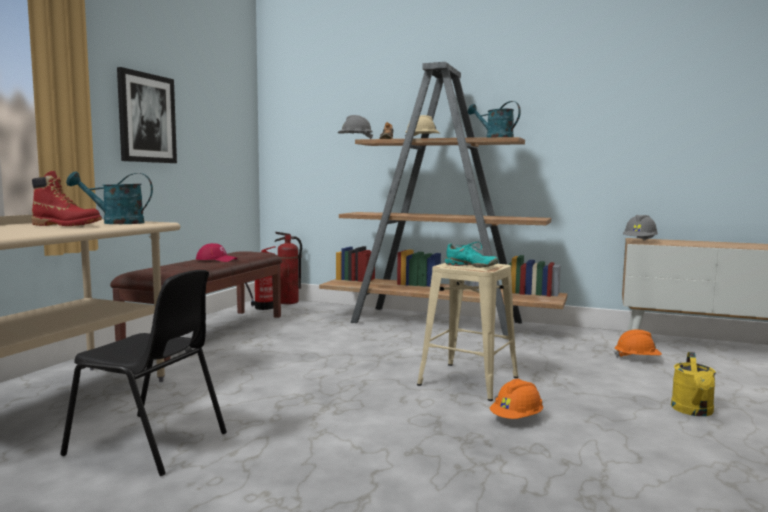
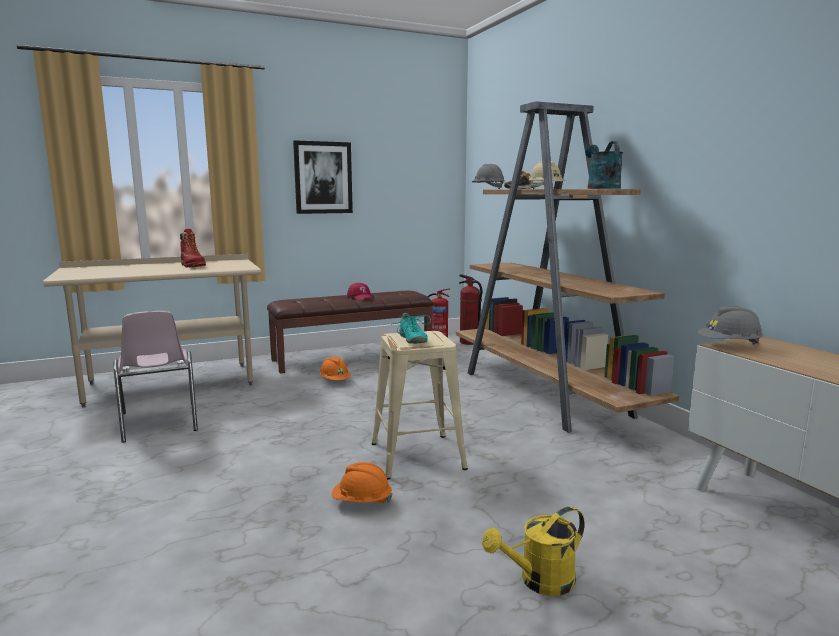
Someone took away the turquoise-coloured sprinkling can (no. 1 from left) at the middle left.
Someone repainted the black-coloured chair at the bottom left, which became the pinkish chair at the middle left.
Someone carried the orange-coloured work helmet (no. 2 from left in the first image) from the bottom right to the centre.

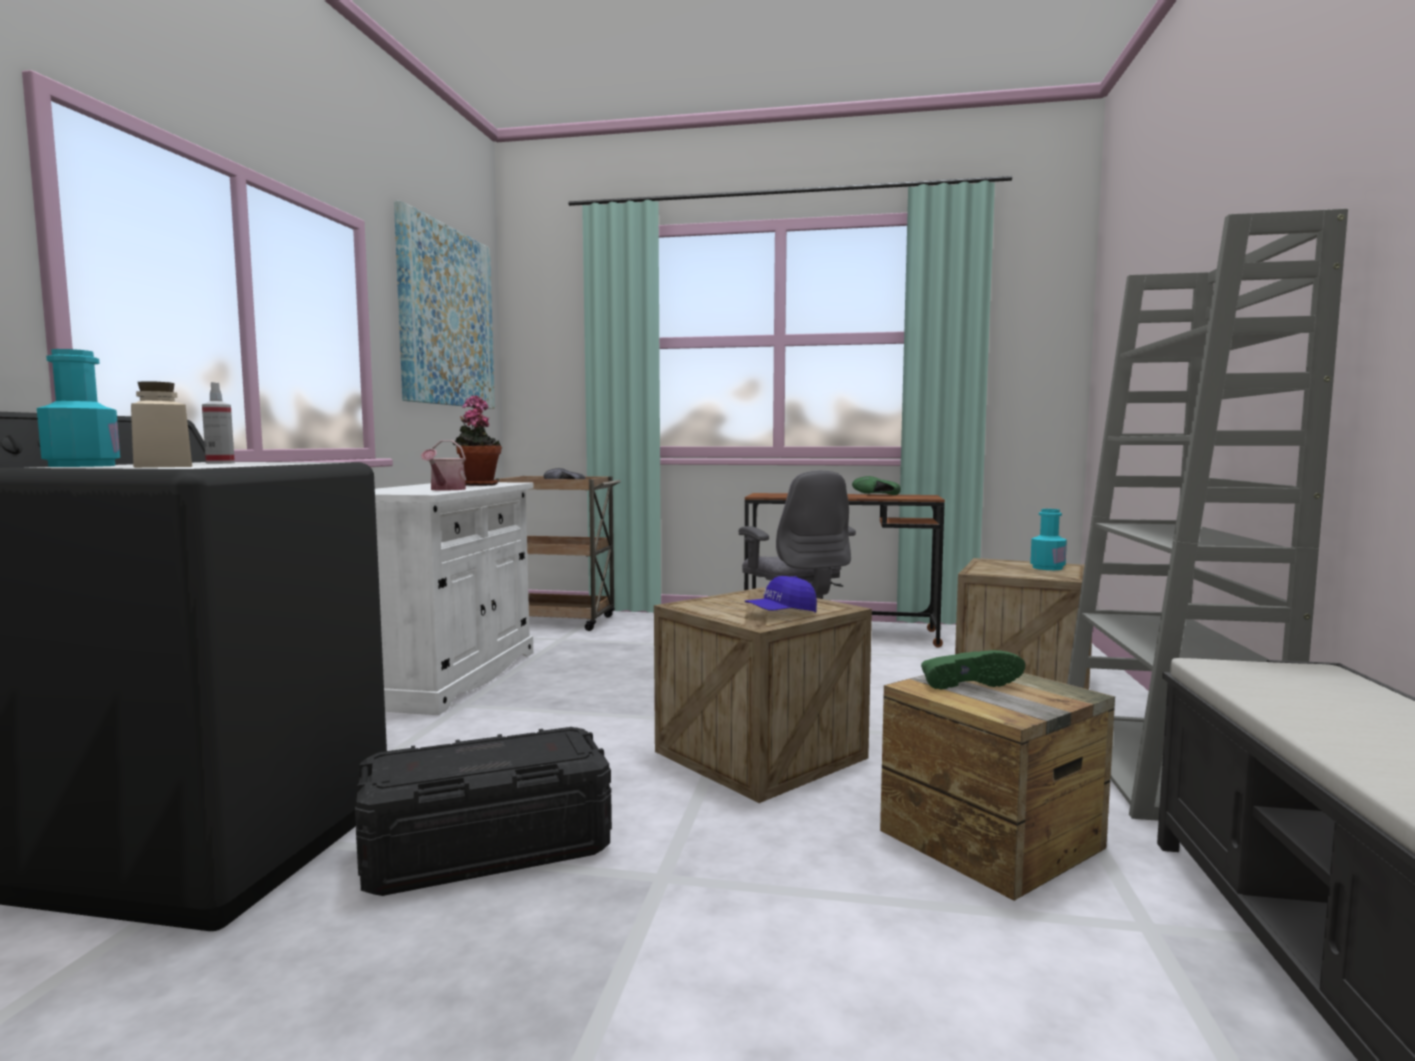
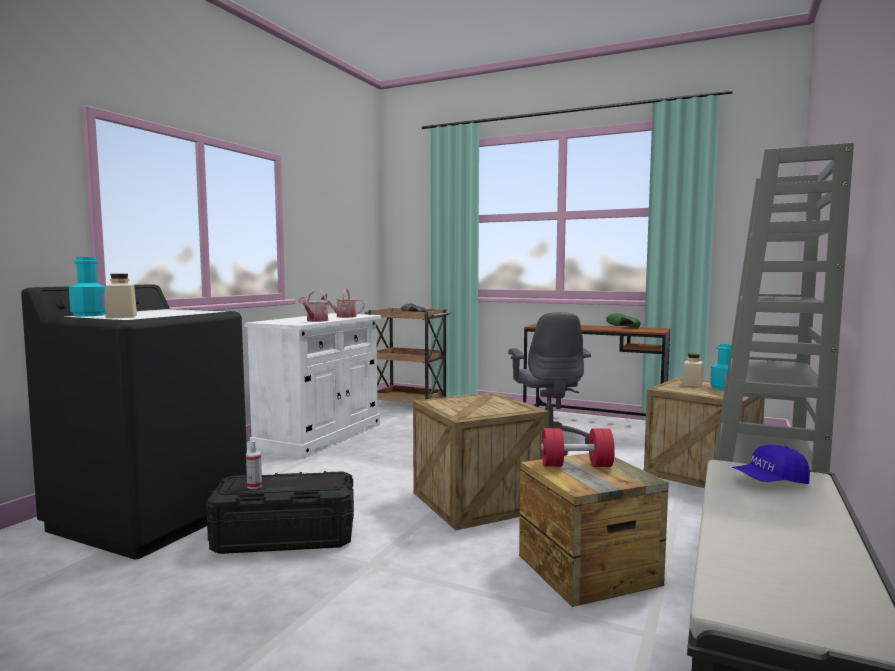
Someone took away the wall picture at the top left.
Someone carried the spray bottle from the middle left to the bottom left.
Someone swapped the houseplant at the centre for the sprinkling can (no. 2 from left) at the centre.
Someone carried the blue peaked cap from the centre to the bottom right.
Someone swapped the greenish shoe (no. 2 from left) at the middle right for the red free weight at the centre.
Someone put down the beige jar (no. 2 from left) at the middle right.

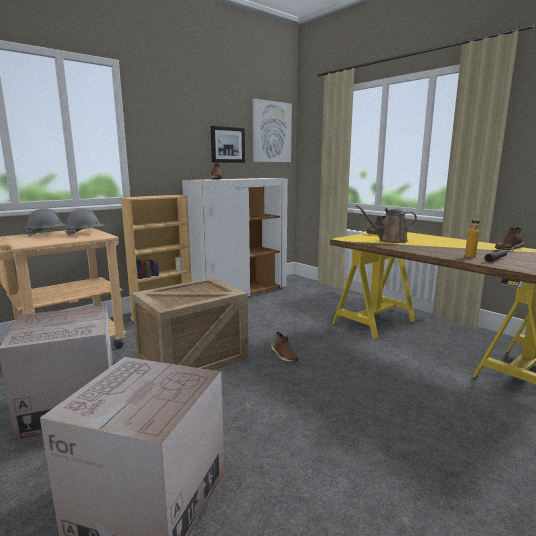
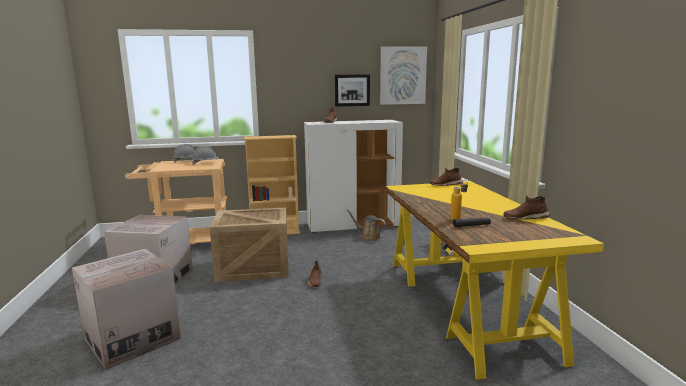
Someone carried the brownish sprinkling can from the middle right to the centre.

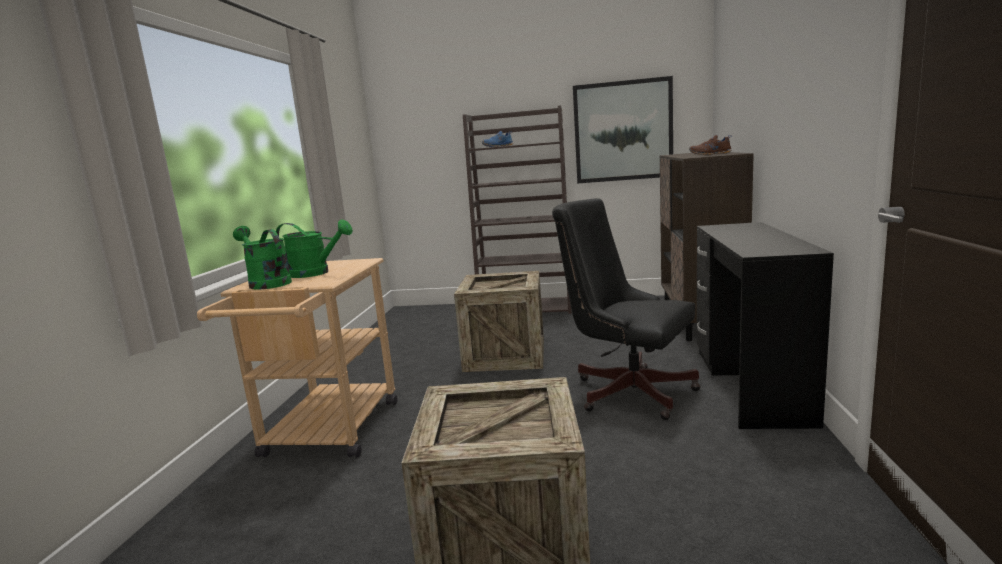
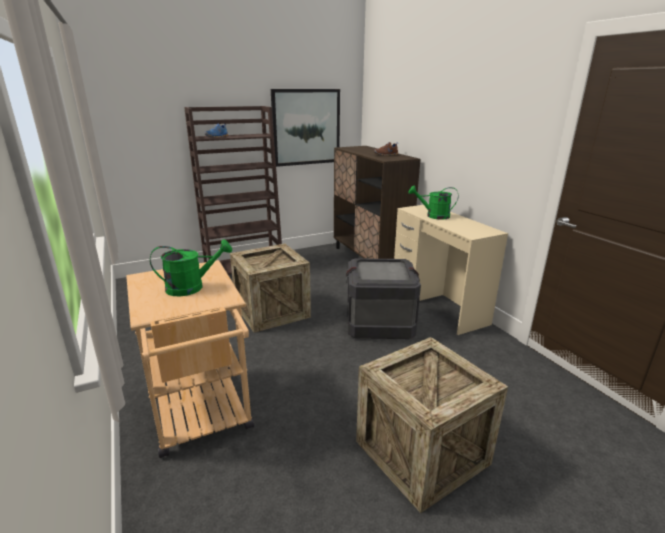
Someone swapped the black-coloured desk chair at the centre for the crate (no. 2 from left) at the centre.
Someone repainted the black-coloured desk at the middle right, which became the beige desk at the middle right.
Someone carried the greenish sprinkling can (no. 1 from left in the first image) from the middle left to the centre.

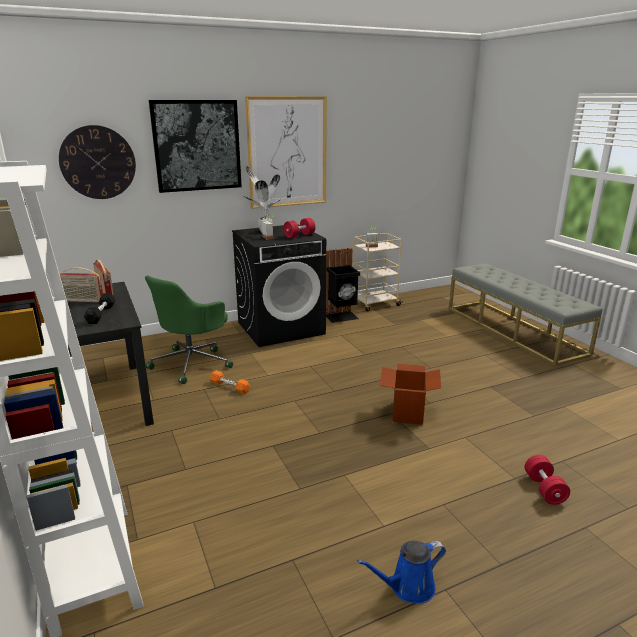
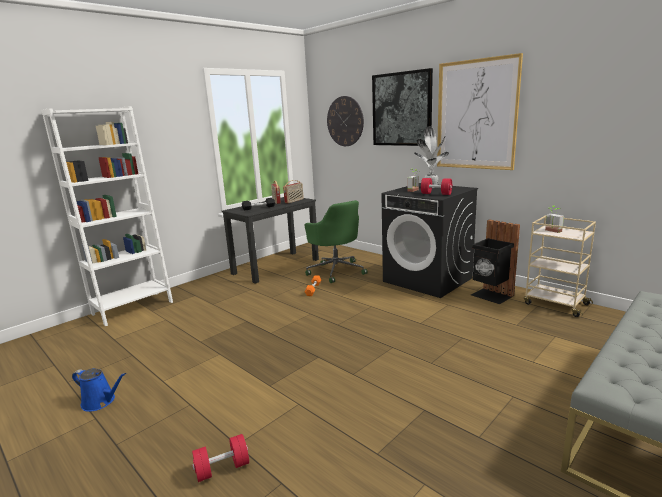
Someone rotated the greenish desk chair at the middle left by 135 degrees counterclockwise.
Someone took away the packing box at the centre.
Someone rotated the blue sprinkling can at the bottom centre by 150 degrees clockwise.

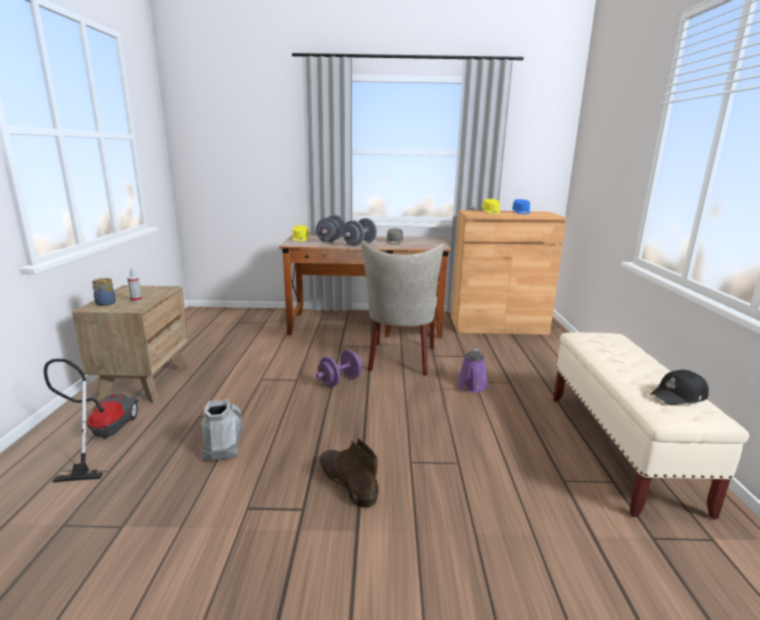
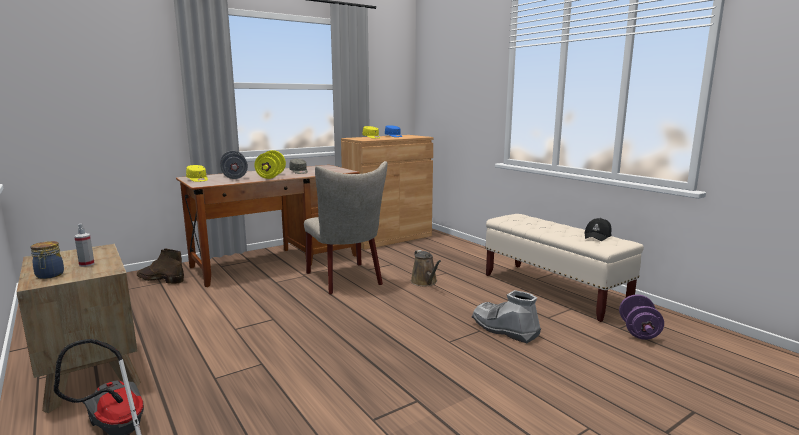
Someone repainted the grey free weight (no. 2 from left) at the centre, which became the yellowish free weight at the centre.
Someone repainted the purple-coloured sprinkling can at the centre, which became the brownish sprinkling can at the centre.
Someone carried the purple-coloured free weight from the centre to the bottom right.
Someone carried the grey boot from the bottom left to the bottom centre.
Someone carried the brownish boot from the bottom centre to the middle left.

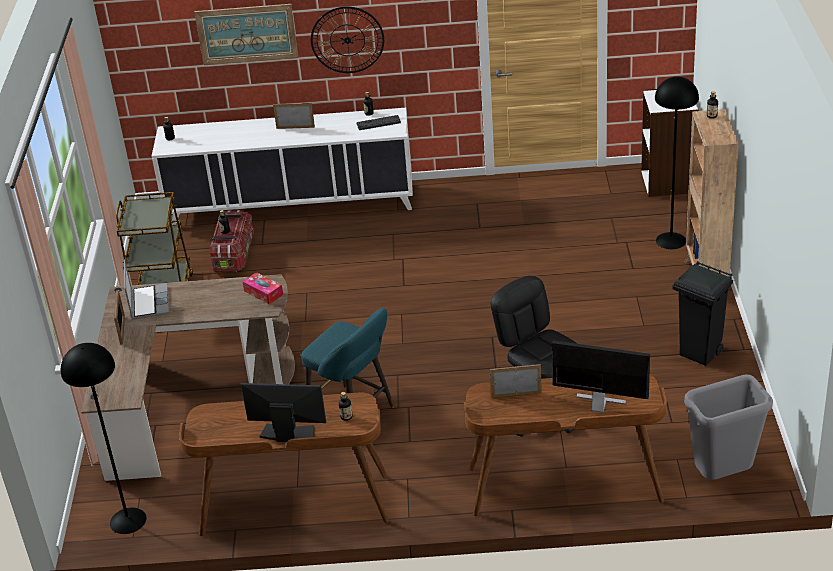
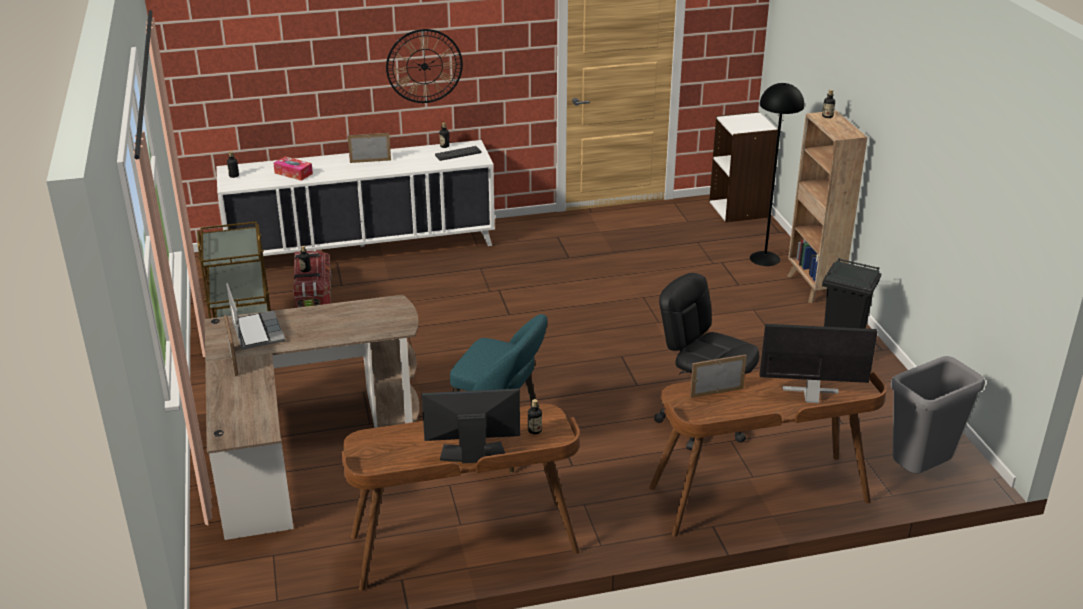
Someone took away the wall picture at the top left.
Someone carried the box of tissues from the middle left to the top left.
Someone took away the black-coloured standard lamp (no. 1 from left) at the bottom left.

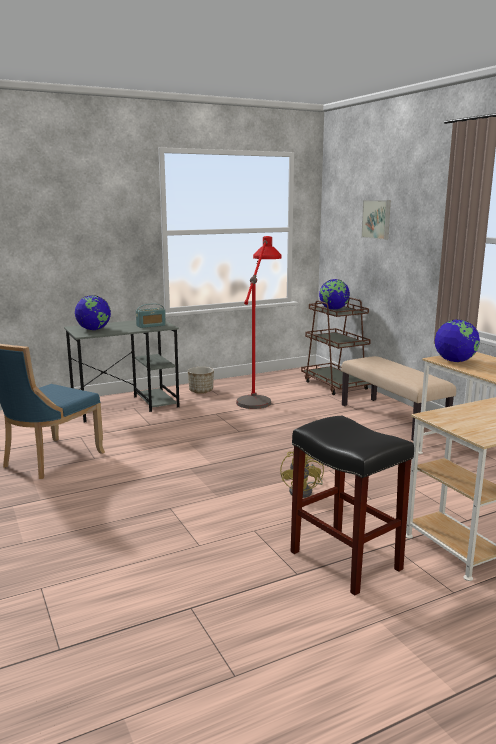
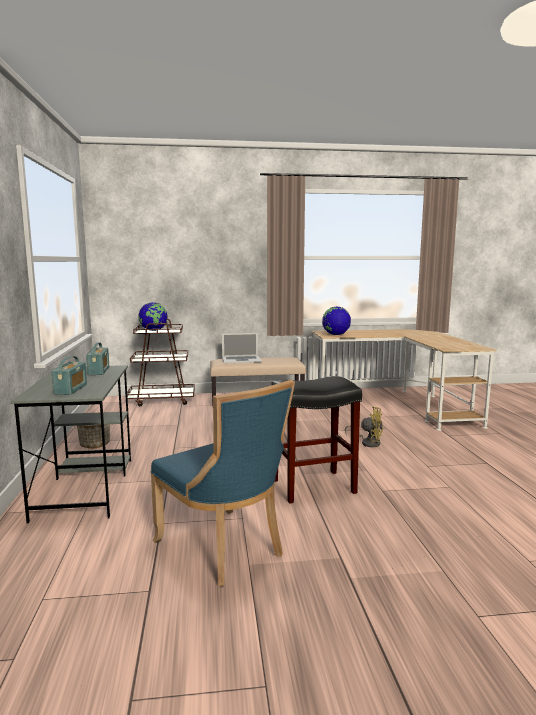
Someone took away the wall picture at the top right.
Someone took away the red standard lamp at the centre.
Someone swapped the desk globe (no. 1 from left) at the middle left for the radio receiver (no. 1 from left) at the middle left.
Someone carried the black-coloured sitting stool from the bottom right to the centre.
Someone put down the portable computer at the centre.

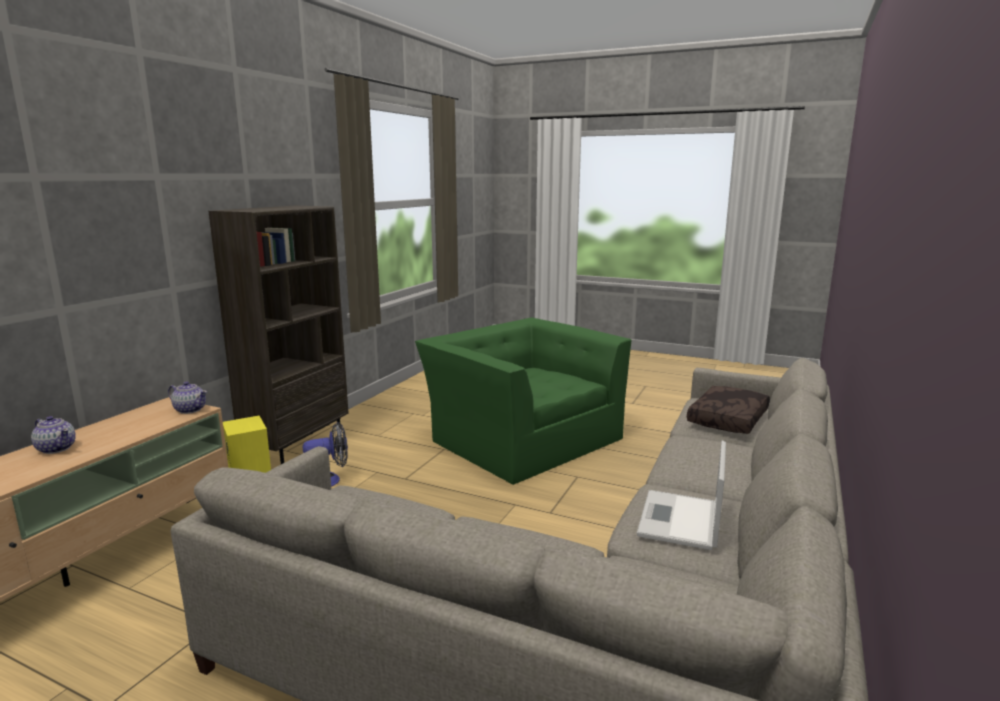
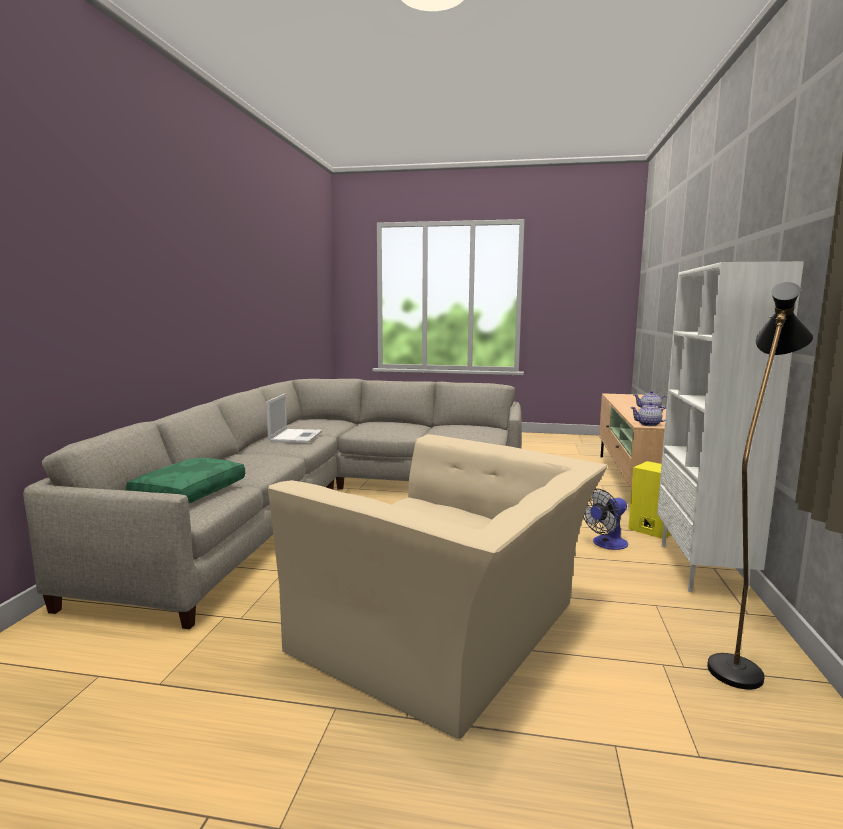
Someone repainted the brownish bookcase at the middle left, which became the white bookcase at the middle right.
Someone repainted the greenish armchair at the centre, which became the beige armchair at the bottom centre.
Someone repainted the brownish throw pillow at the middle right, which became the greenish throw pillow at the middle left.
Someone put down the black-coloured standard lamp at the middle right.

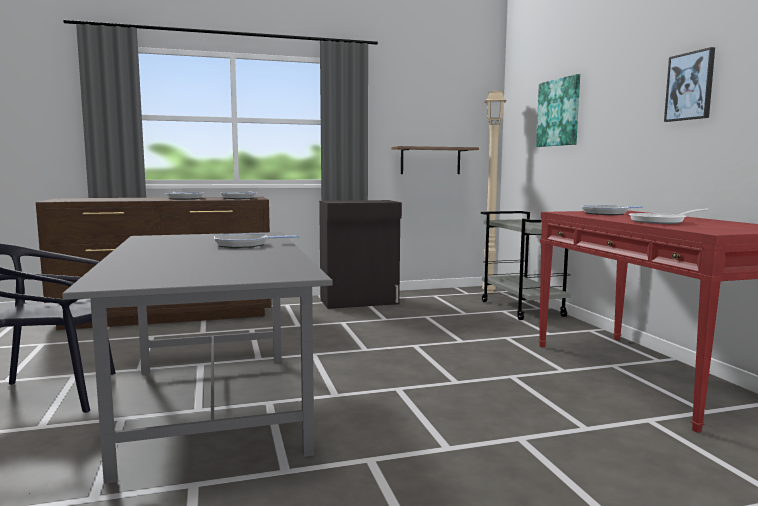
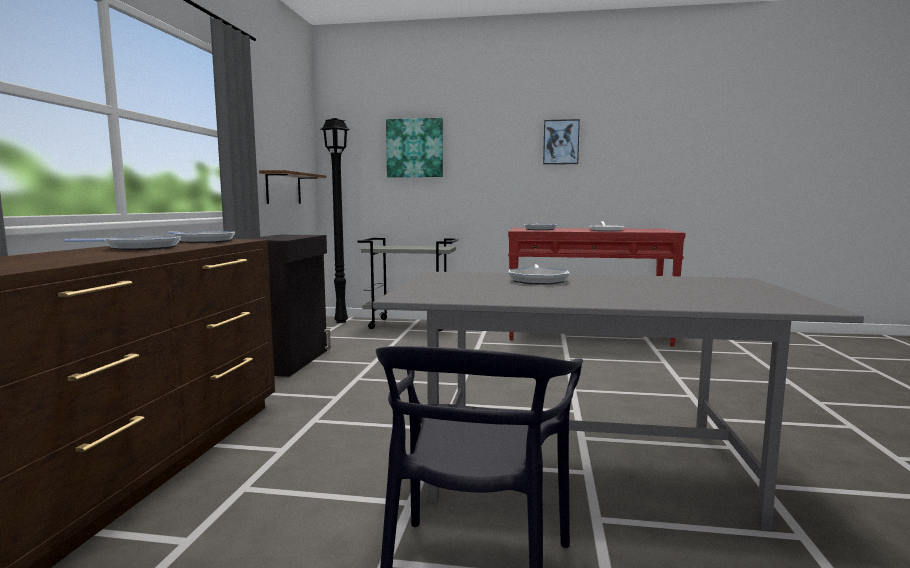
Someone repainted the beige standard lamp at the centre, which became the black-coloured standard lamp at the centre.

